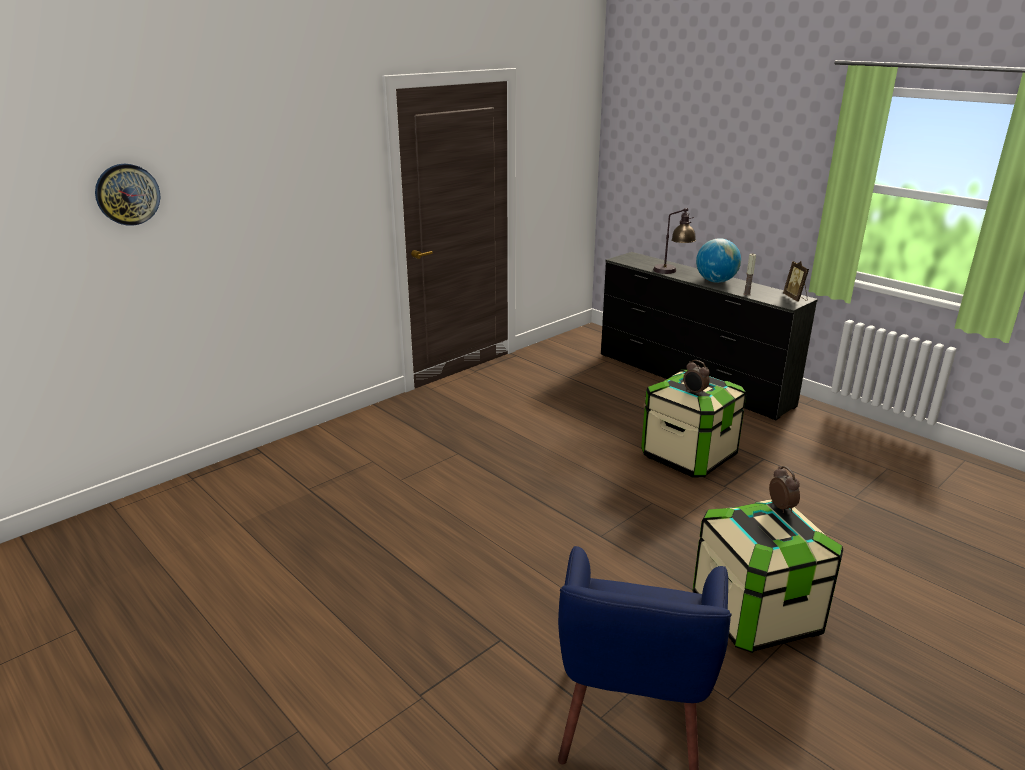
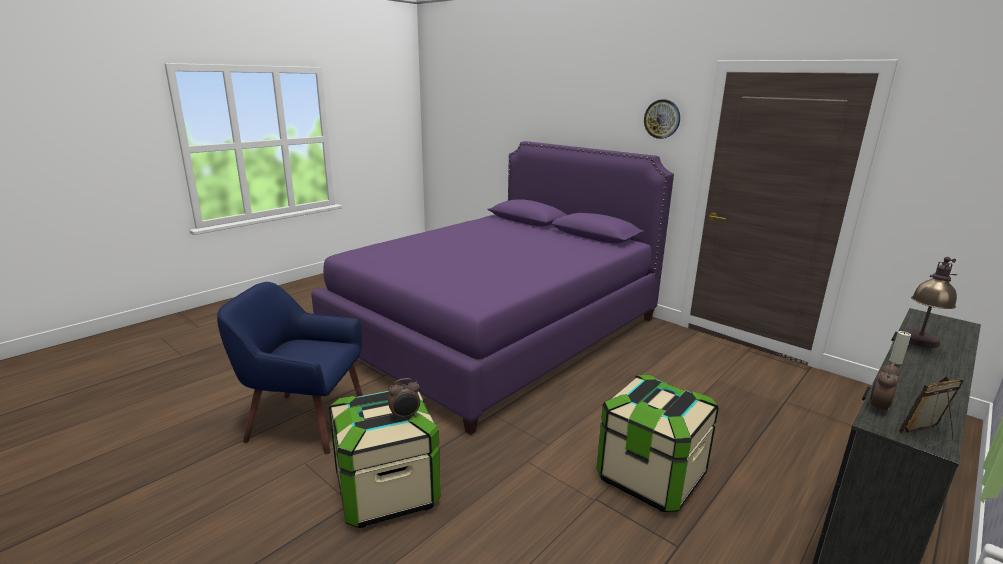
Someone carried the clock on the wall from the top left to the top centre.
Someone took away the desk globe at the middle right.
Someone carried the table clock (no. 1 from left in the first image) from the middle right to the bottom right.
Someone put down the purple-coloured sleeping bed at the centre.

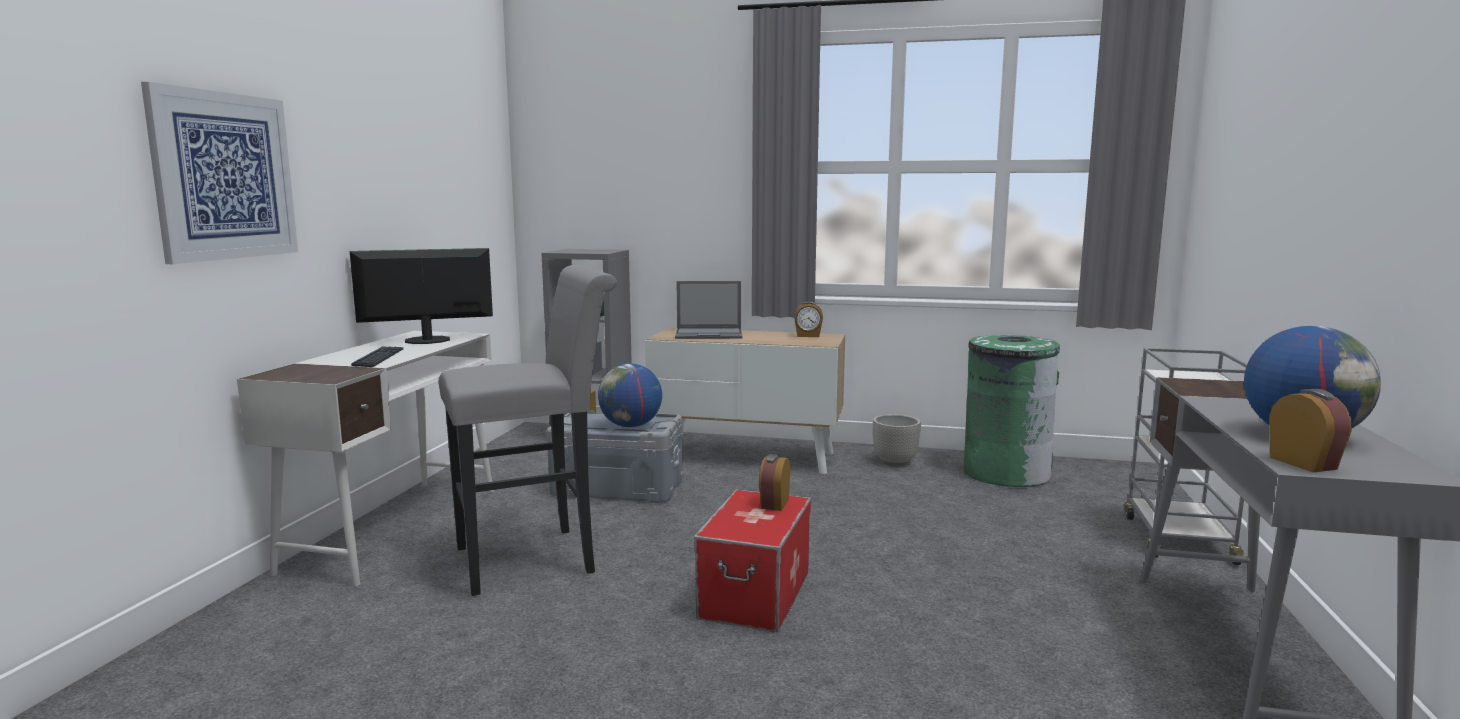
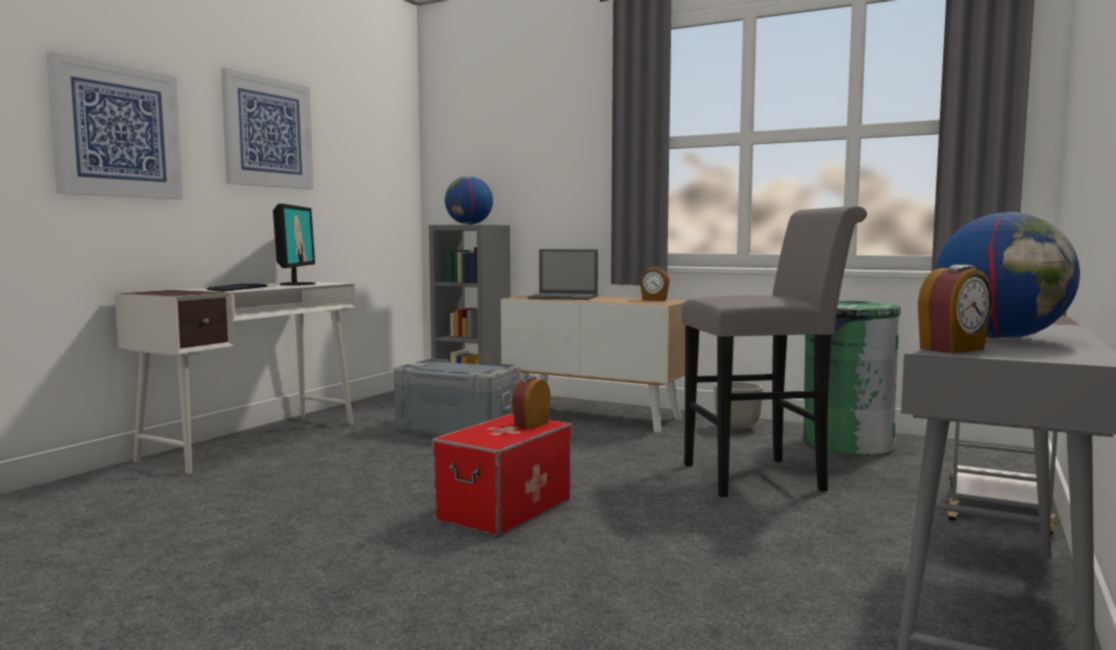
Someone rotated the computer display at the middle left by 90 degrees clockwise.
Someone carried the grey sitting stool from the centre to the middle right.
Someone carried the desk globe (no. 1 from left) from the centre to the top centre.
Someone rotated the table clock (no. 3 from left) at the middle right by 60 degrees clockwise.
Someone put up the wall picture (no. 2 from left) at the top left.

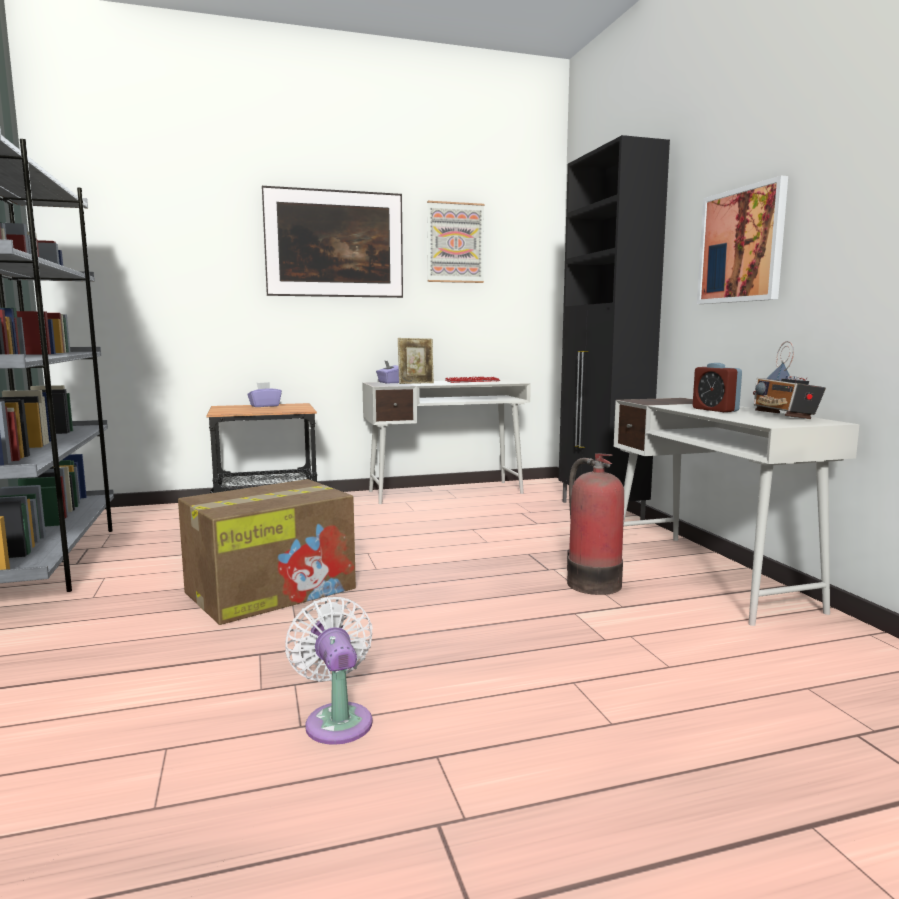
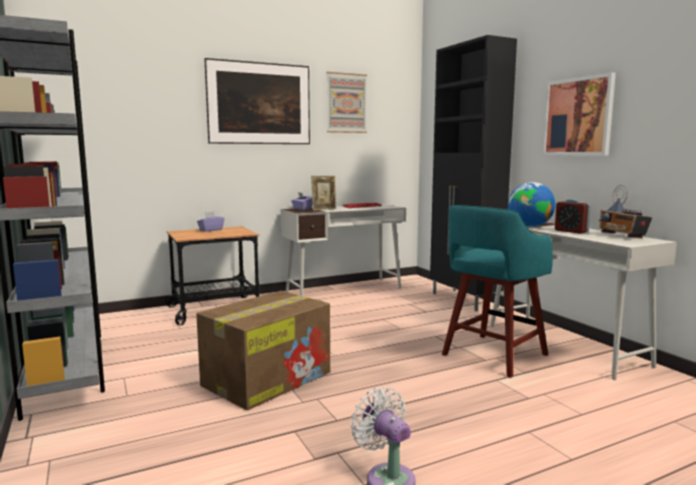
Someone swapped the fire-fighting cylinder at the centre for the turquoise-coloured sitting stool at the middle right.
Someone put down the desk globe at the middle right.

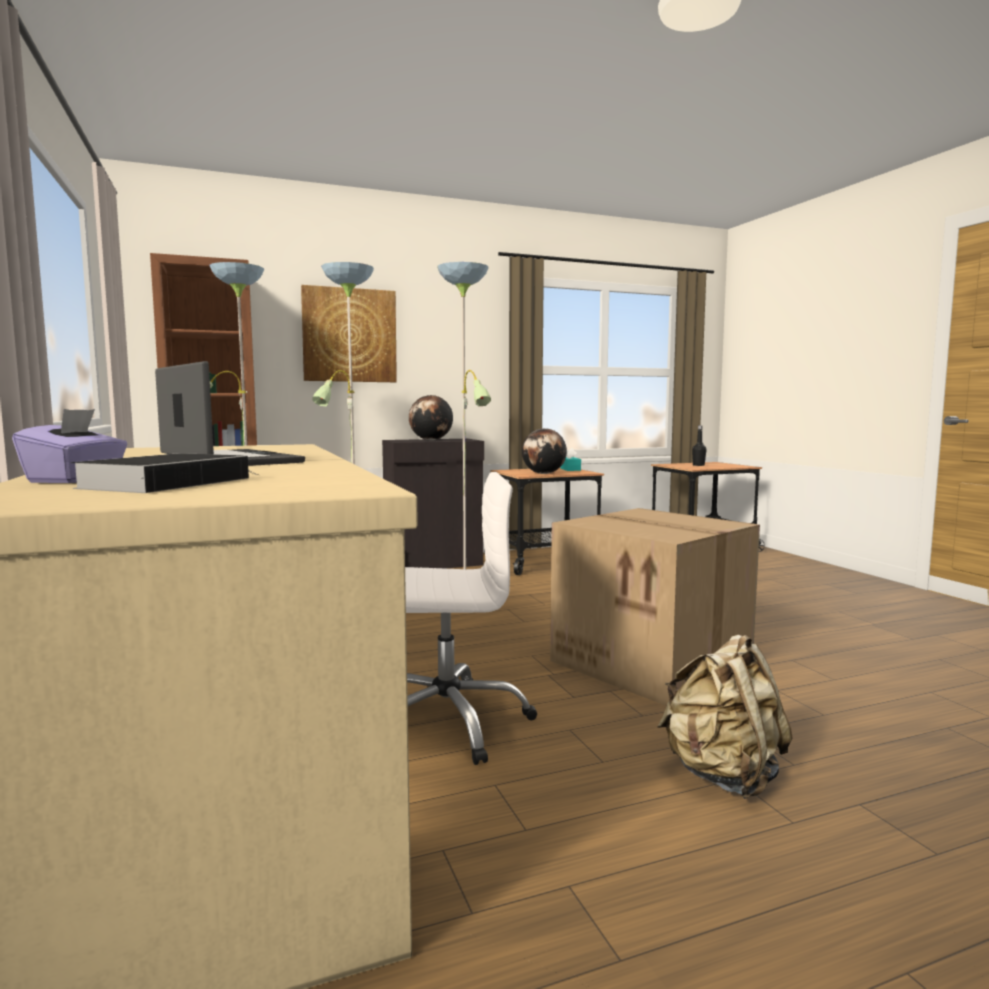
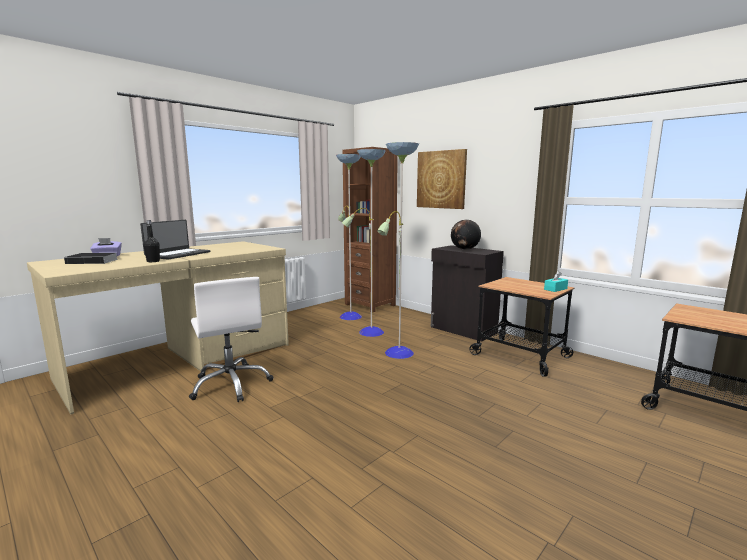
Someone carried the black-coloured drink bottle from the middle right to the middle left.
Someone took away the desk globe (no. 2 from left) at the centre.
Someone took away the packing box at the centre.
Someone took away the beige knapsack at the bottom right.

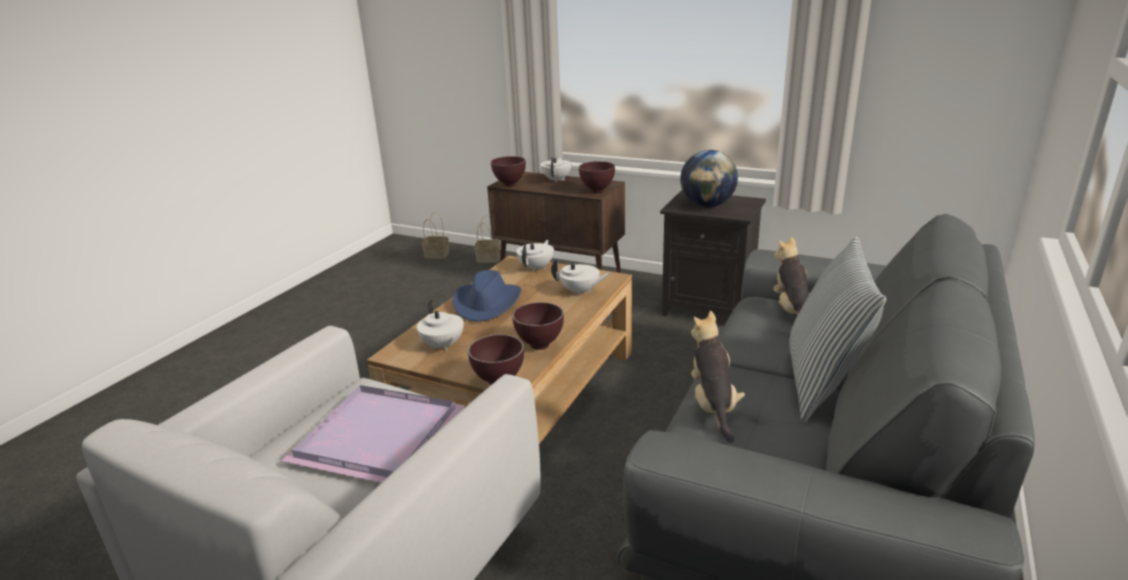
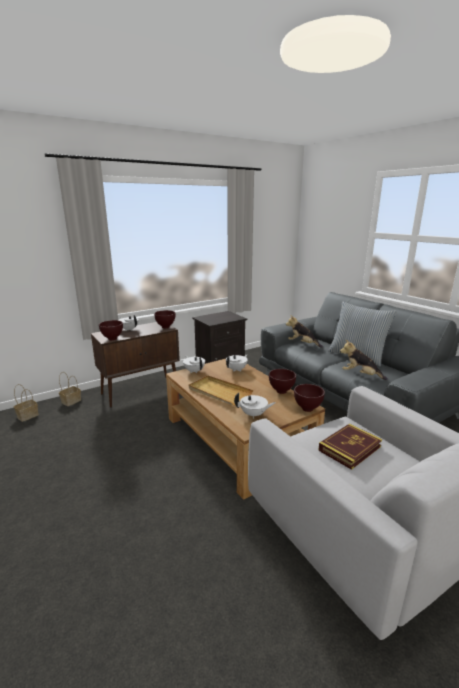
Someone took away the desk globe at the top centre.
Someone swapped the blue wearable hat at the centre for the beige carrying tray at the centre.
Someone swapped the purple-coloured carrying tray at the bottom left for the bound book at the middle right.

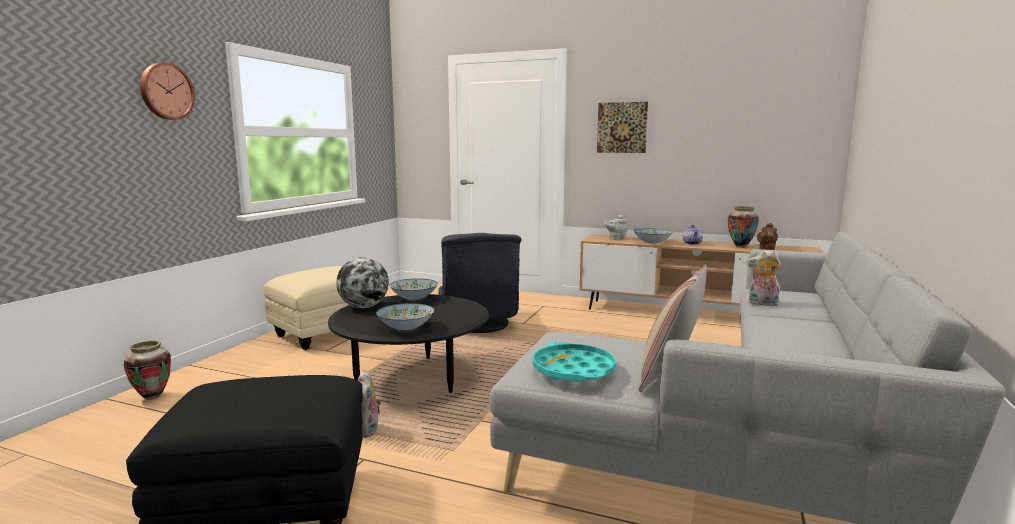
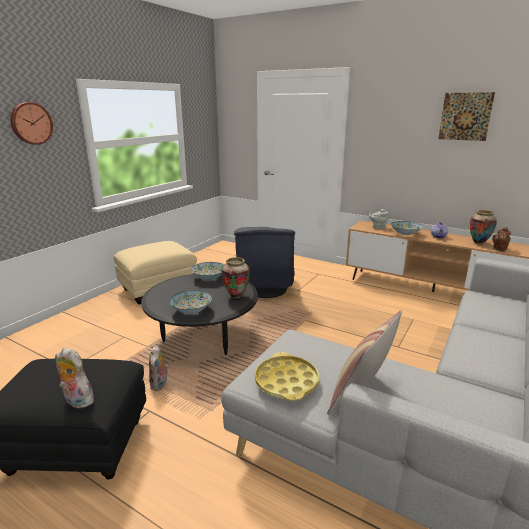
Someone carried the wall picture from the top centre to the top right.
Someone carried the plush toy (no. 2 from left in the first image) from the middle right to the bottom left.
Someone took away the desk globe at the centre.
Someone carried the decorative vase (no. 1 from left) from the bottom left to the centre.
Someone repainted the turquoise-coloured carrying tray at the bottom centre, which became the yellowish carrying tray at the bottom centre.

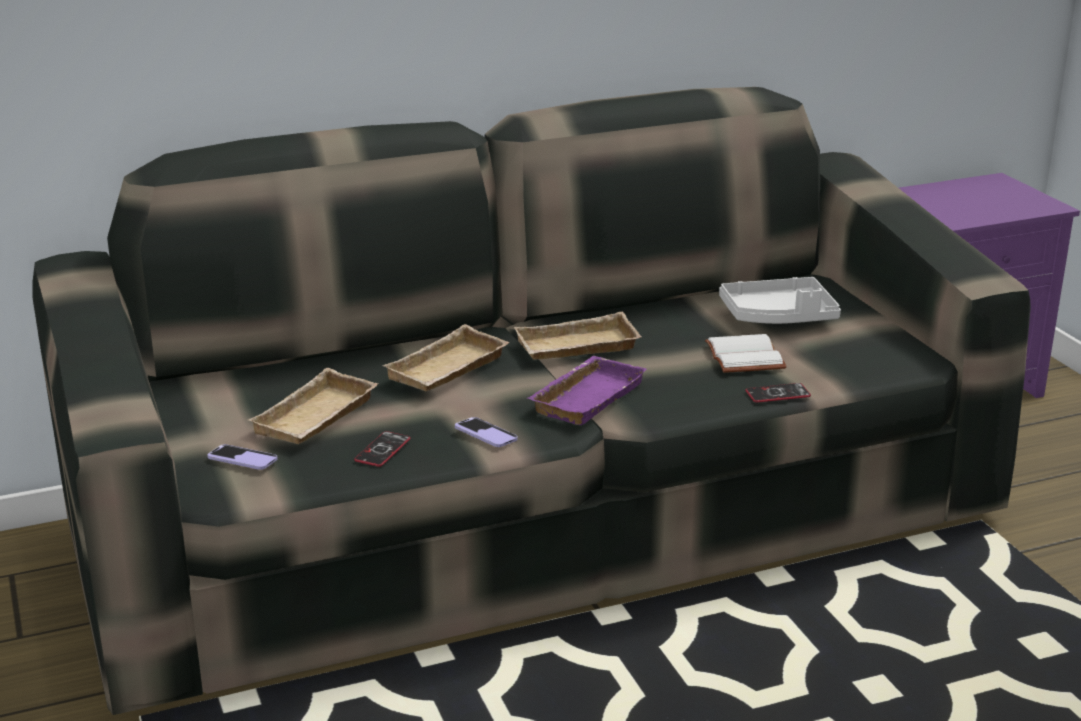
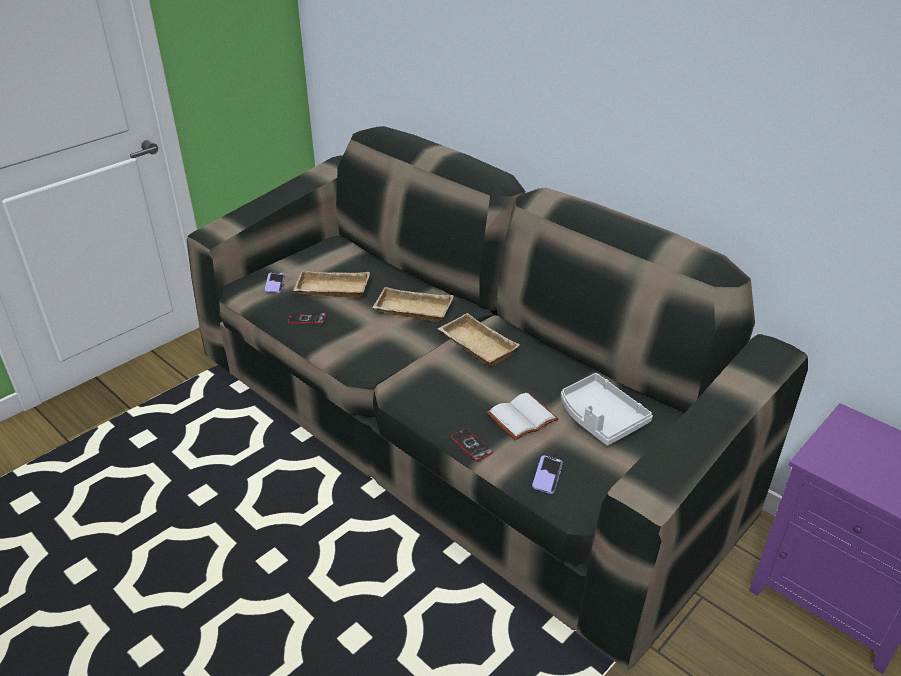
Someone took away the purple-coloured carrying tray at the centre.
Someone carried the phone (no. 3 from left in the first image) from the centre to the bottom centre.

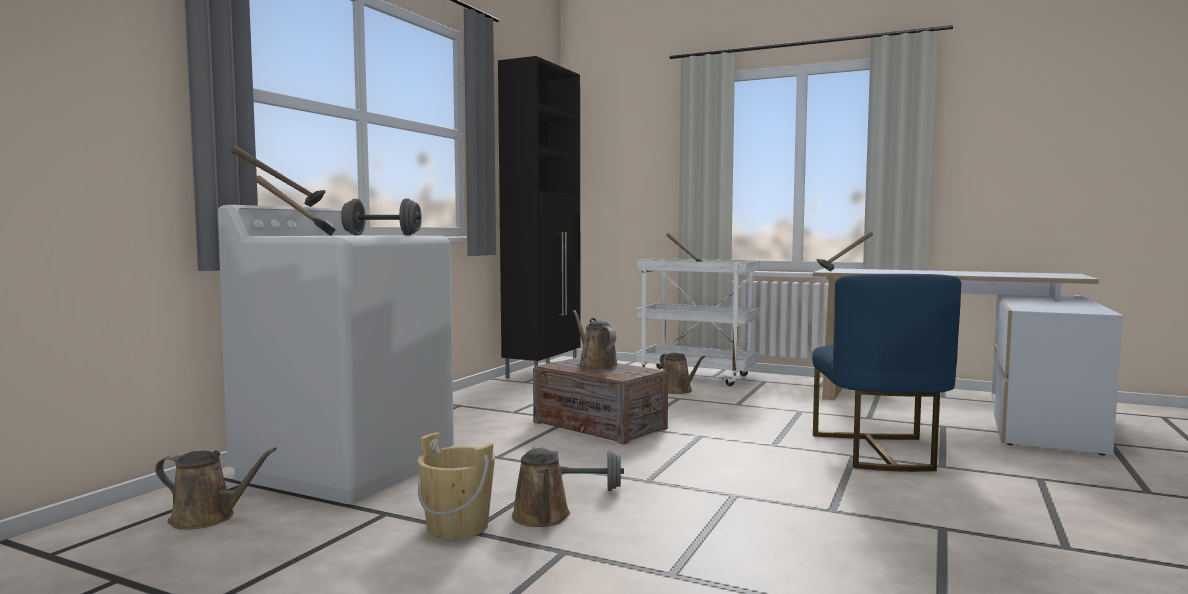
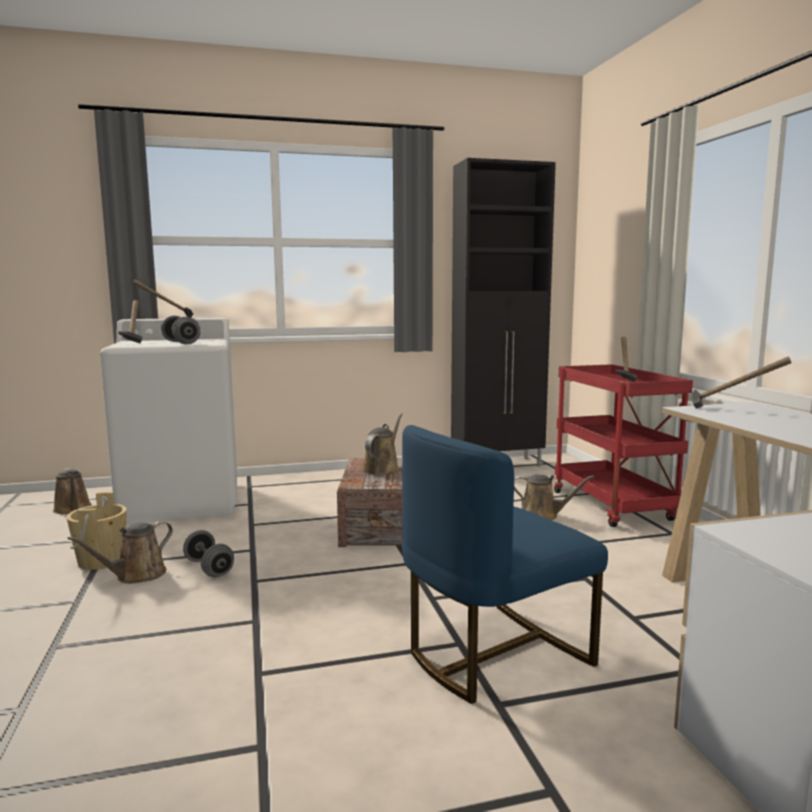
Someone repainted the white trolley at the centre, which became the red trolley at the middle right.
Someone rotated the brownish sprinkling can (no. 4 from left) at the centre by 90 degrees counterclockwise.

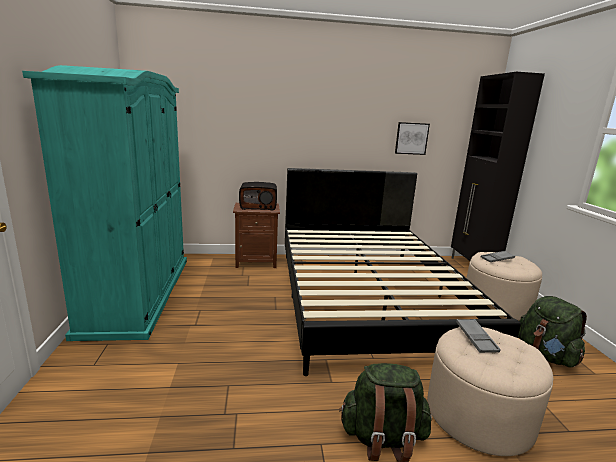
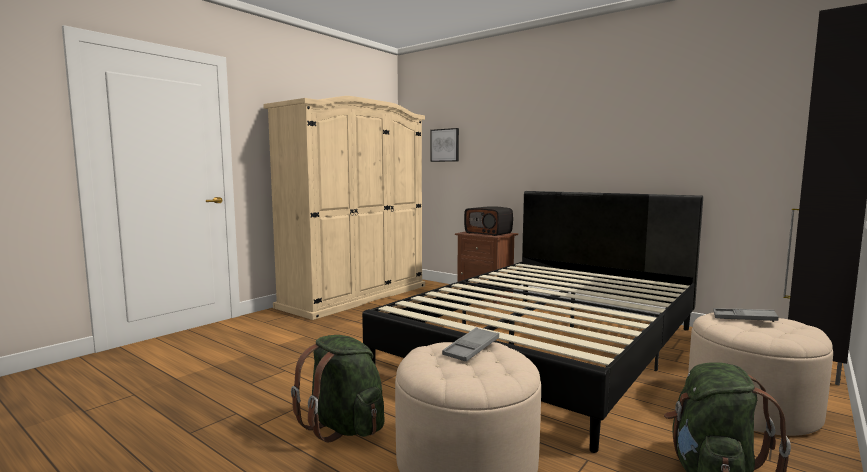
Someone repainted the turquoise-coloured clothes cupboard at the middle left, which became the beige clothes cupboard at the centre.
Someone carried the wall picture from the top right to the top centre.

